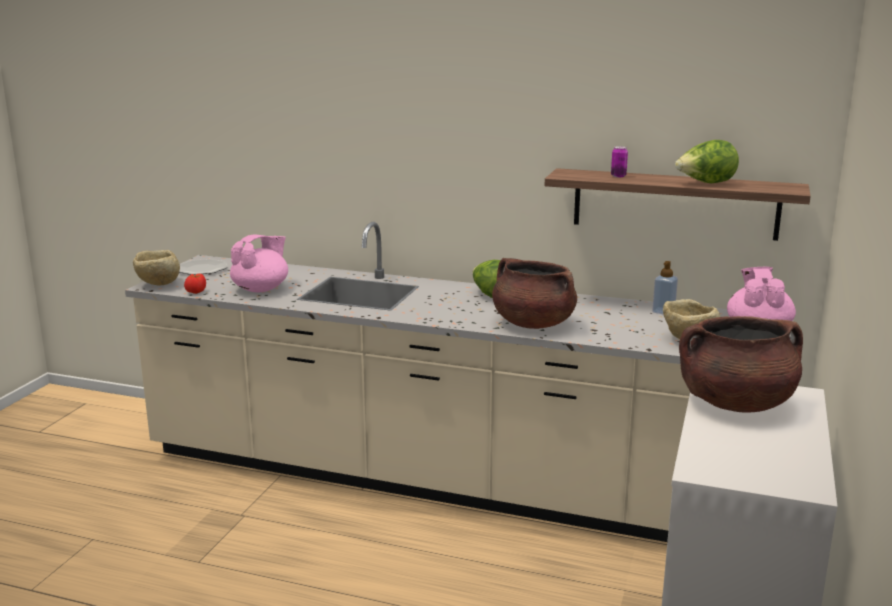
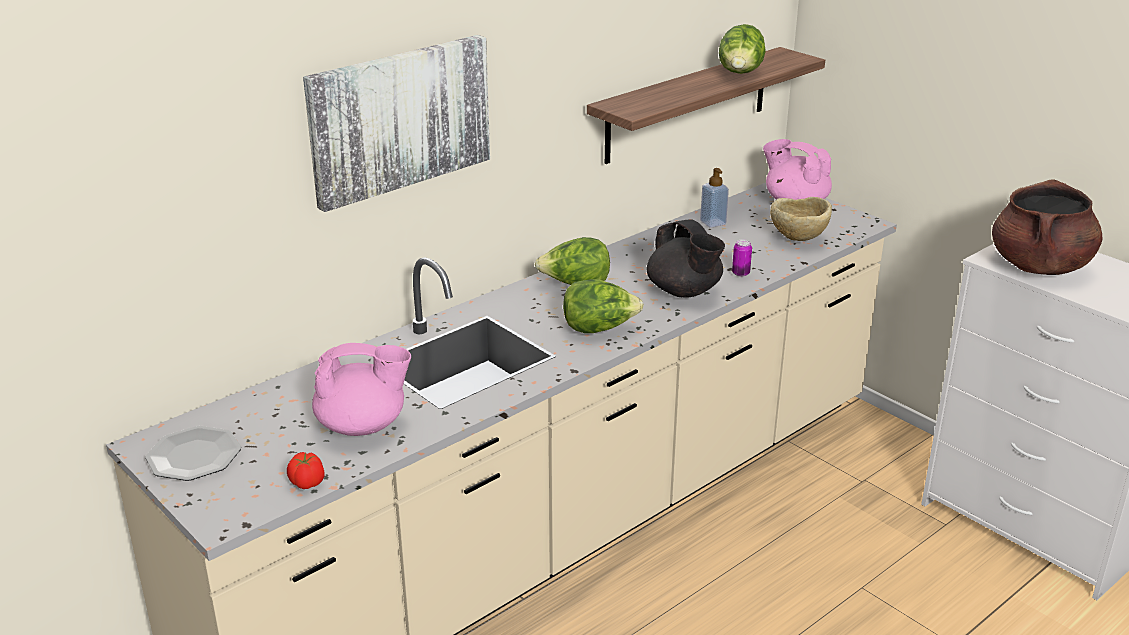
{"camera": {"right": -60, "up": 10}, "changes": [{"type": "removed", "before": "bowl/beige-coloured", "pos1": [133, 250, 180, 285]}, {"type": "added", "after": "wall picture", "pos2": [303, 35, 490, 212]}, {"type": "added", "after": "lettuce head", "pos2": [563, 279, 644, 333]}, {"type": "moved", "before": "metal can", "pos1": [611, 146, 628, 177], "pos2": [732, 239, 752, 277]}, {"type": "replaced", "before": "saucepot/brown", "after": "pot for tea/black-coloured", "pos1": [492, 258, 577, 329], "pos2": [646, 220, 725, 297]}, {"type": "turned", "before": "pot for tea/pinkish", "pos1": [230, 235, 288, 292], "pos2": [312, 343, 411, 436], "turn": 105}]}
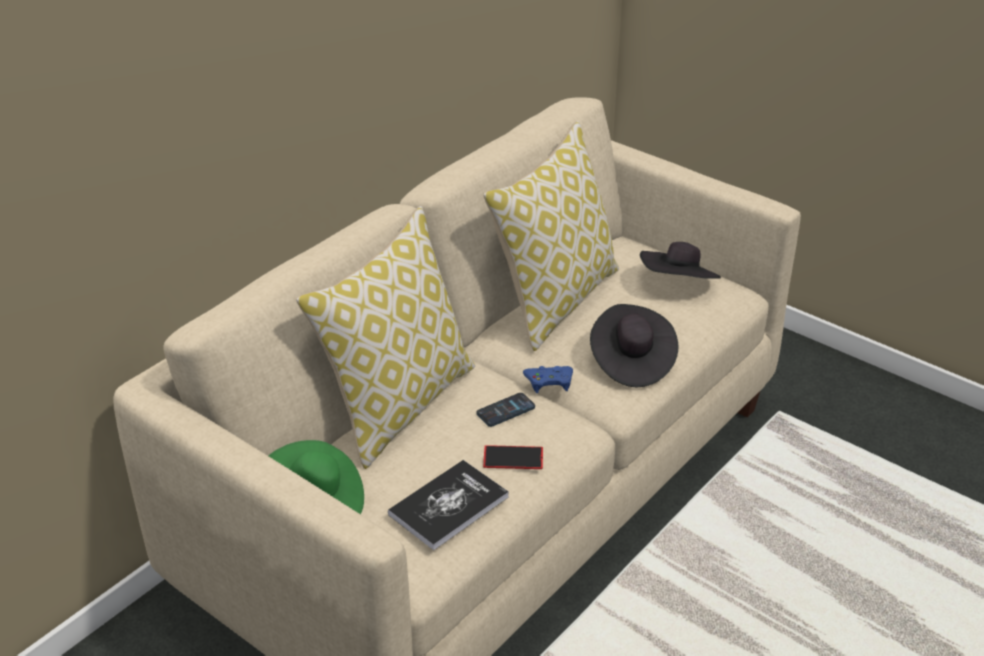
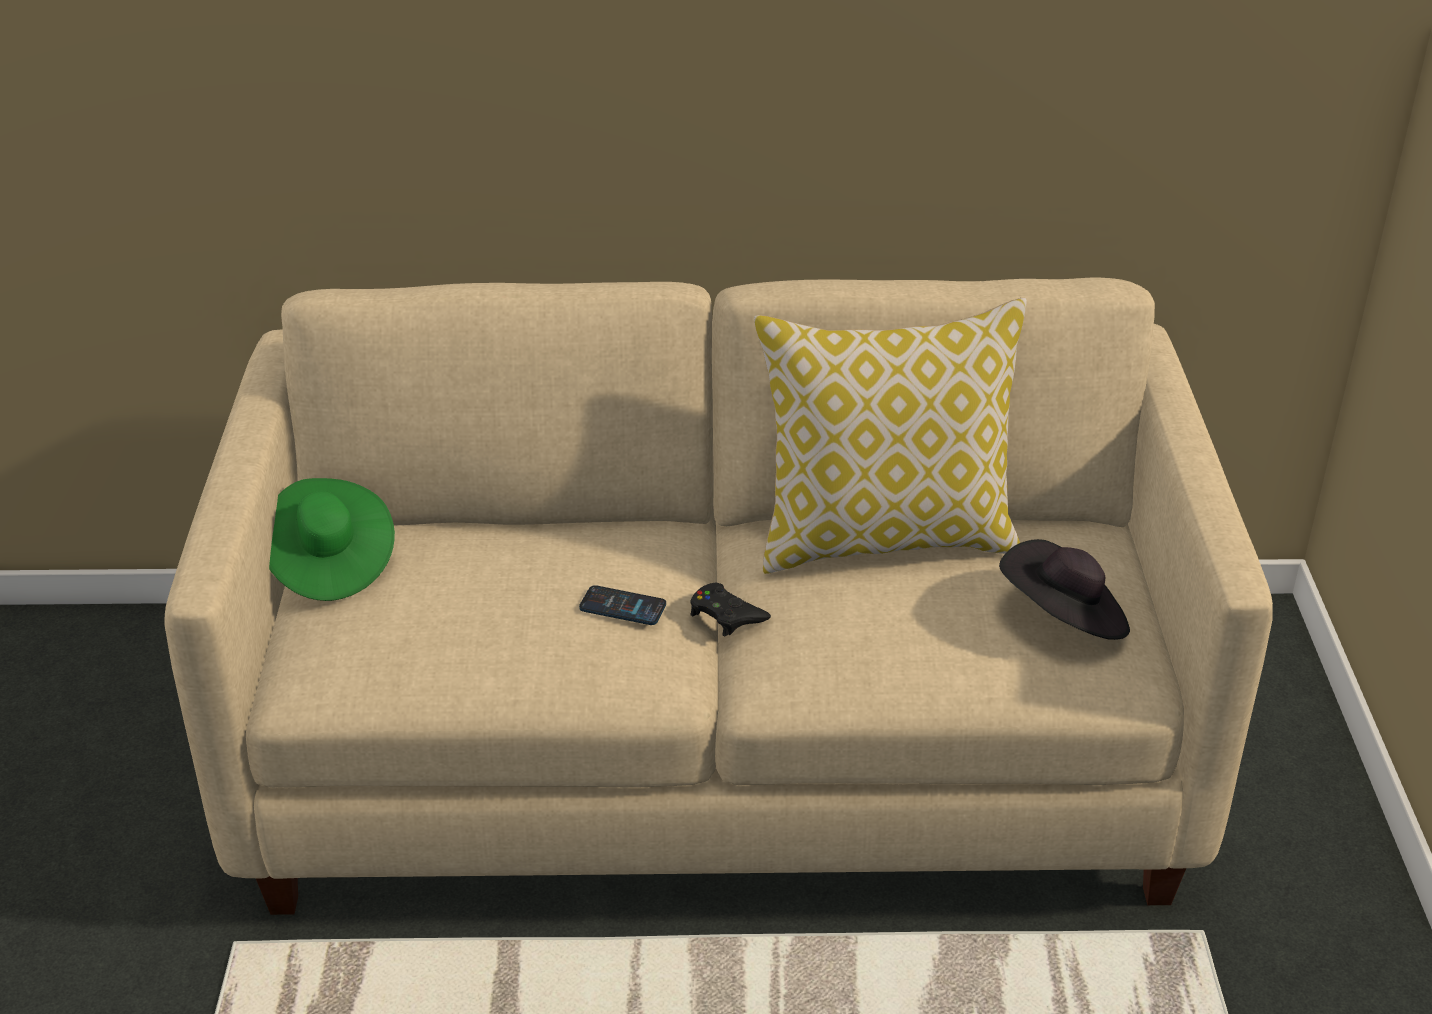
{"camera": {"right": 50, "up": 0}, "changes": [{"type": "removed", "before": "pillow", "pos1": [296, 206, 475, 469]}, {"type": "removed", "before": "book", "pos1": [388, 460, 509, 550]}, {"type": "removed", "before": "phone", "pos1": [483, 445, 543, 469]}, {"type": "removed", "before": "wearable hat/black-coloured", "pos1": [590, 304, 679, 387]}, {"type": "recoloured", "before": "game controller/bluish", "after": "game controller/black-coloured", "pos1": [523, 366, 573, 393], "pos2": [690, 583, 771, 637]}]}
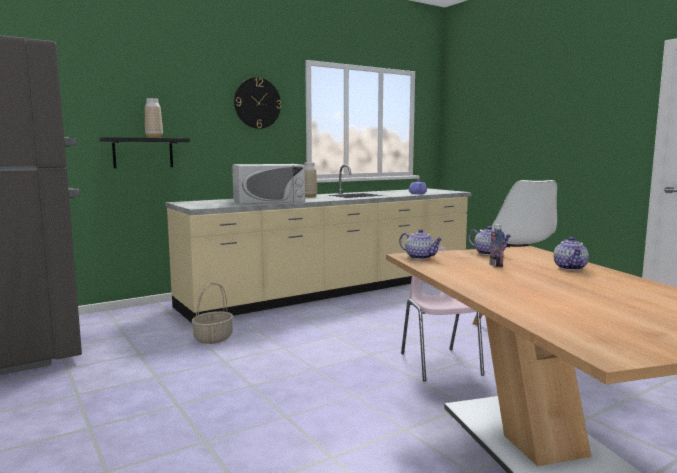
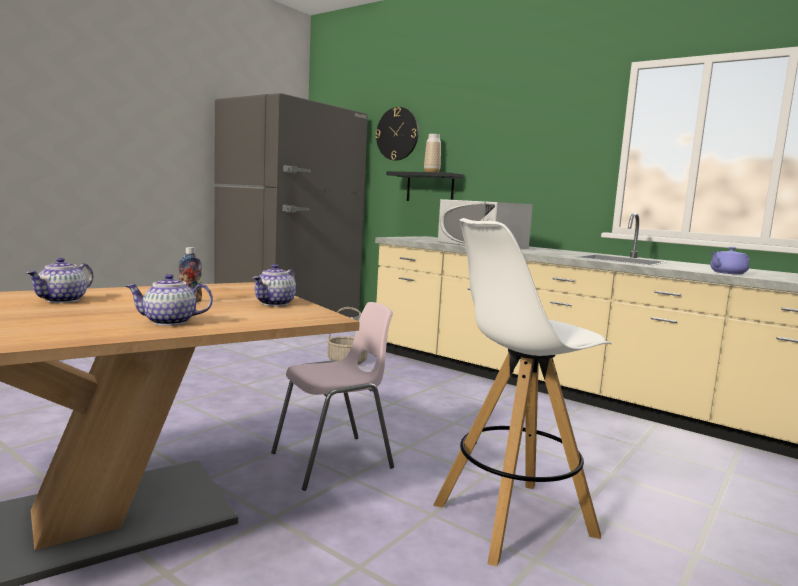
{"camera": {"right": 70, "up": 0}, "changes": [{"type": "removed", "before": "decorative vase", "pos1": [305, 163, 317, 197]}, {"type": "moved", "before": "clock on the wall", "pos1": [234, 77, 281, 129], "pos2": [375, 107, 419, 161]}, {"type": "moved", "before": "pot for tea", "pos1": [399, 229, 443, 260], "pos2": [26, 258, 93, 303]}]}
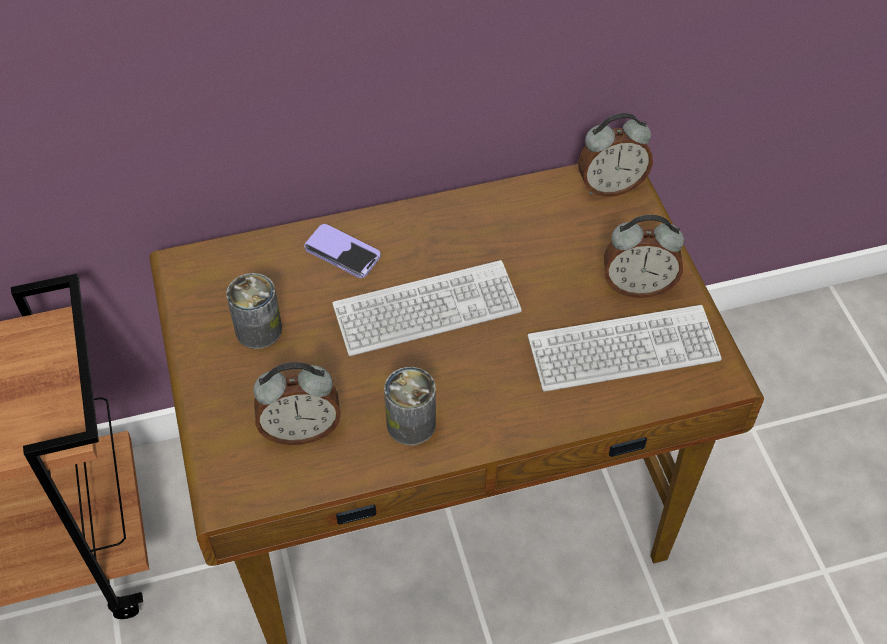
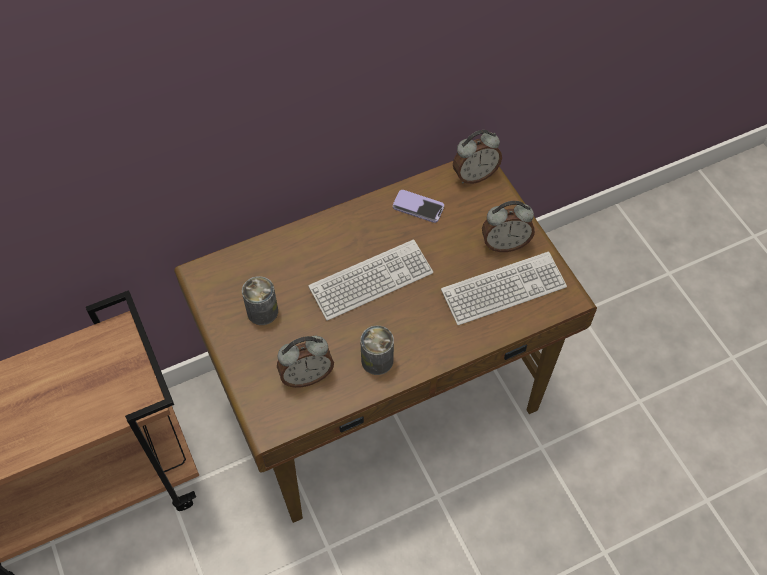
{"camera": {"right": -10, "up": 5}, "changes": [{"type": "moved", "before": "phone", "pos1": [304, 224, 381, 278], "pos2": [393, 190, 444, 223]}]}
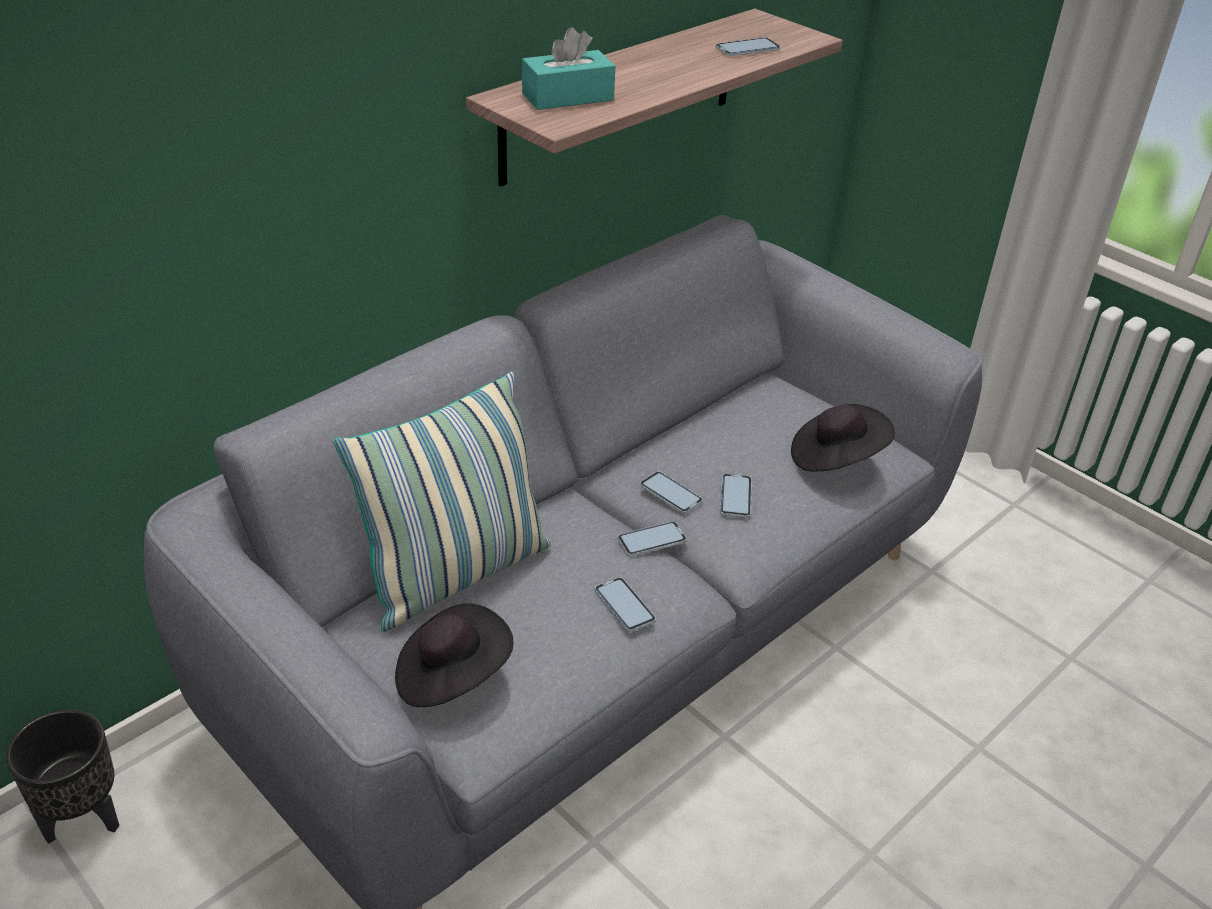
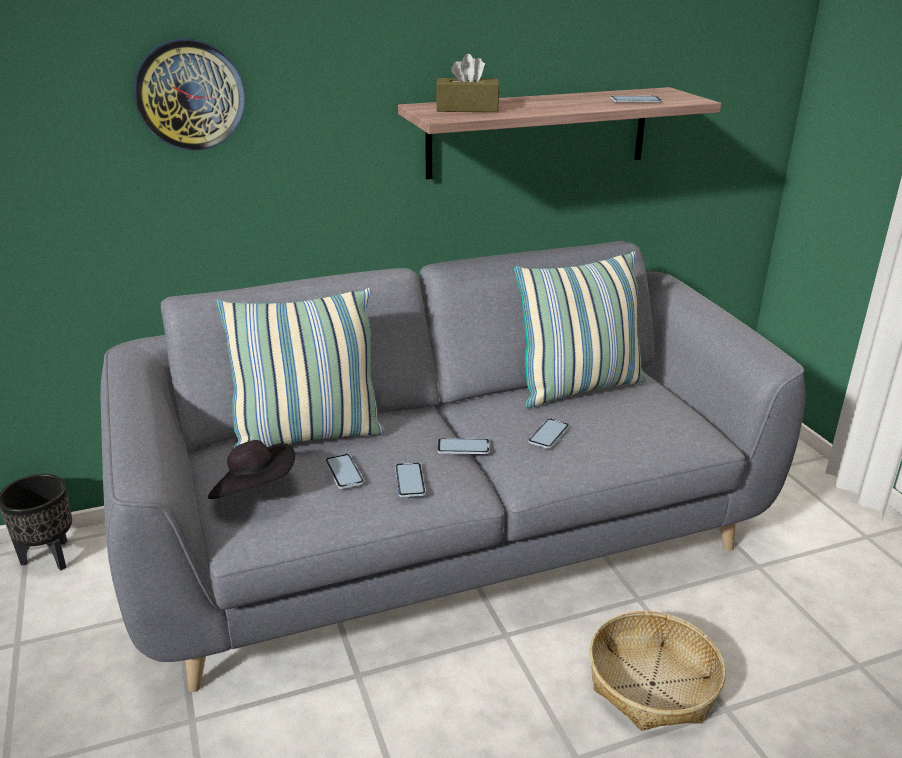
{"camera": {"right": 25, "up": -10}, "changes": [{"type": "removed", "before": "wearable hat/black-coloured", "pos1": [791, 404, 895, 472]}, {"type": "added", "after": "clock on the wall", "pos2": [134, 38, 245, 151]}, {"type": "added", "after": "pillow", "pos2": [514, 251, 647, 408]}, {"type": "added", "after": "storage basket", "pos2": [589, 611, 725, 730]}, {"type": "moved", "before": "phone", "pos1": [640, 471, 703, 514], "pos2": [325, 454, 364, 489]}, {"type": "recoloured", "before": "tissue holder/turquoise-coloured", "after": "tissue holder/brown", "pos1": [522, 27, 615, 110], "pos2": [436, 54, 500, 112]}]}
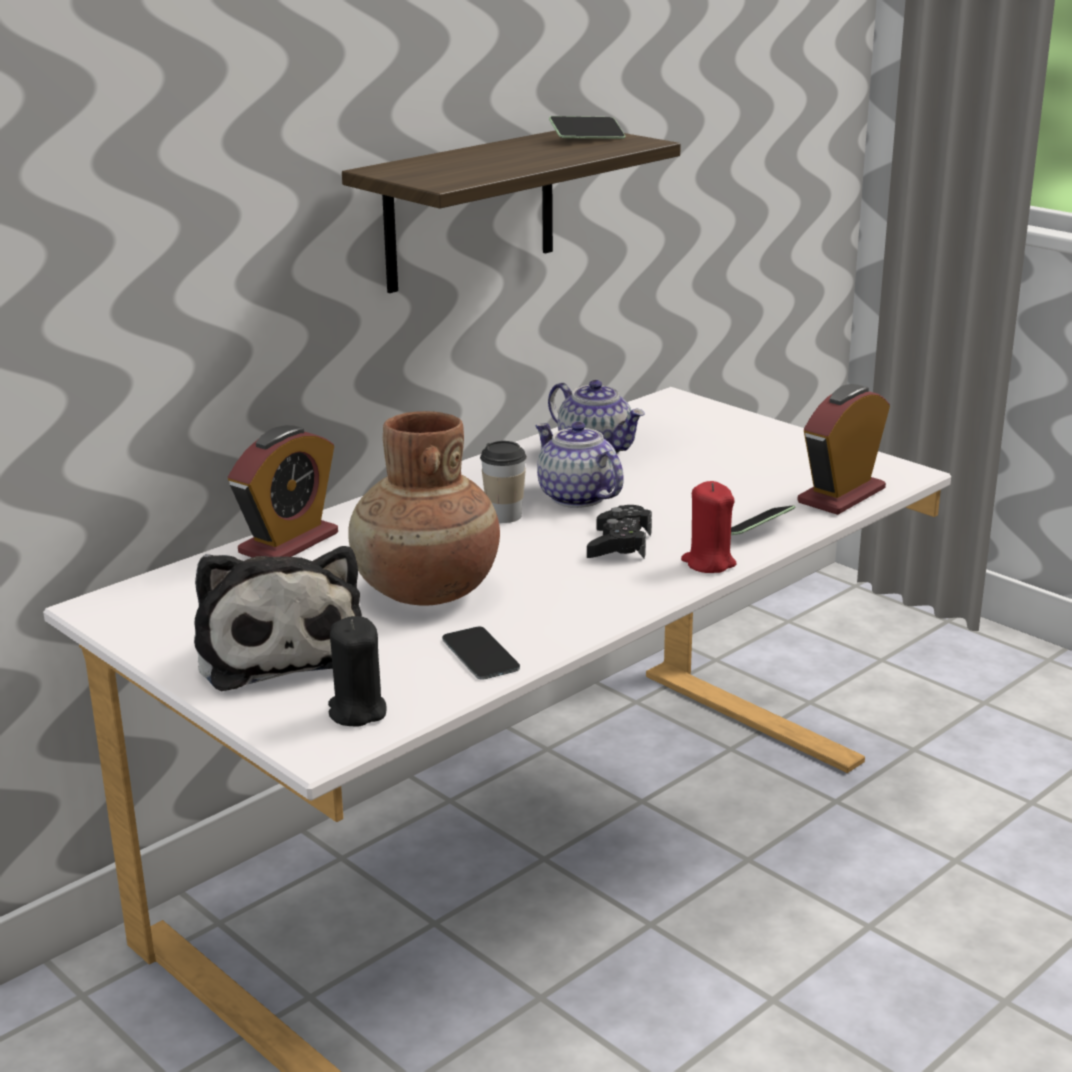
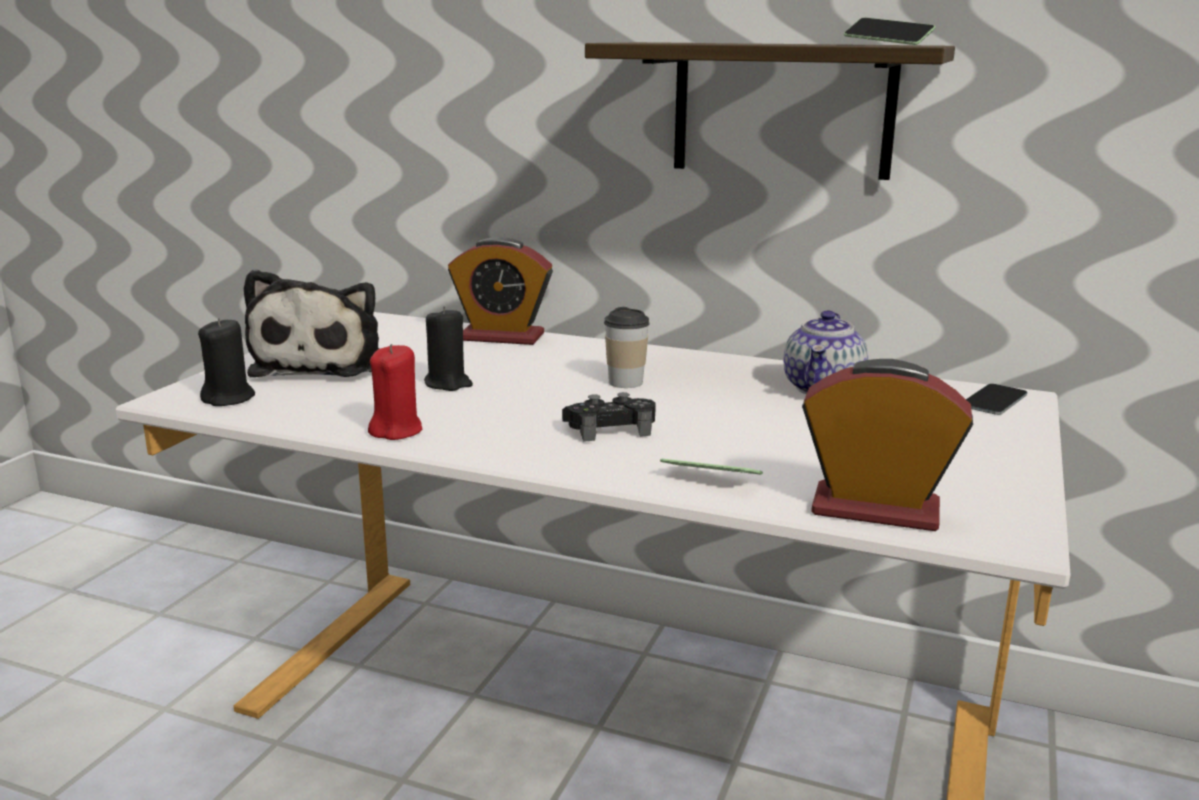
{"camera": {"right": 65, "up": -5}, "changes": [{"type": "removed", "before": "pot for tea", "pos1": [535, 422, 624, 508]}, {"type": "moved", "before": "phone", "pos1": [442, 627, 520, 680], "pos2": [966, 384, 1027, 415]}, {"type": "moved", "before": "candle/reddish", "pos1": [681, 481, 736, 573], "pos2": [368, 344, 422, 440]}, {"type": "replaced", "before": "decorative vase/brown", "after": "candle/black-coloured", "pos1": [348, 411, 500, 606], "pos2": [424, 306, 473, 391]}, {"type": "turned", "before": "plush toy", "pos1": [194, 546, 362, 691], "pos2": [244, 269, 380, 377], "turn": -45}]}
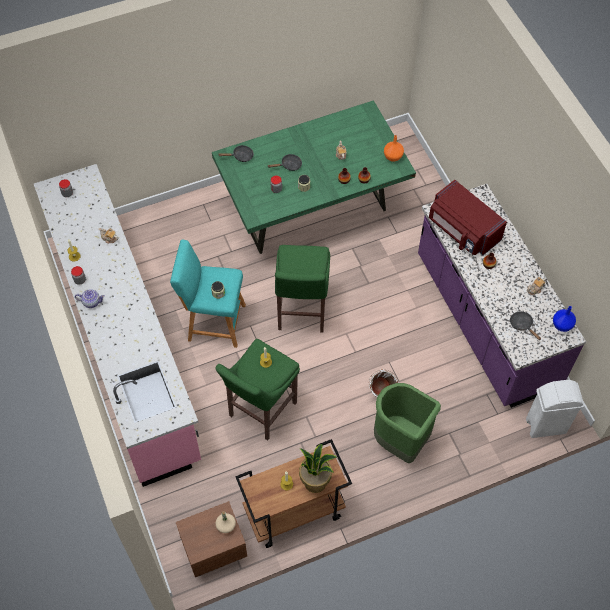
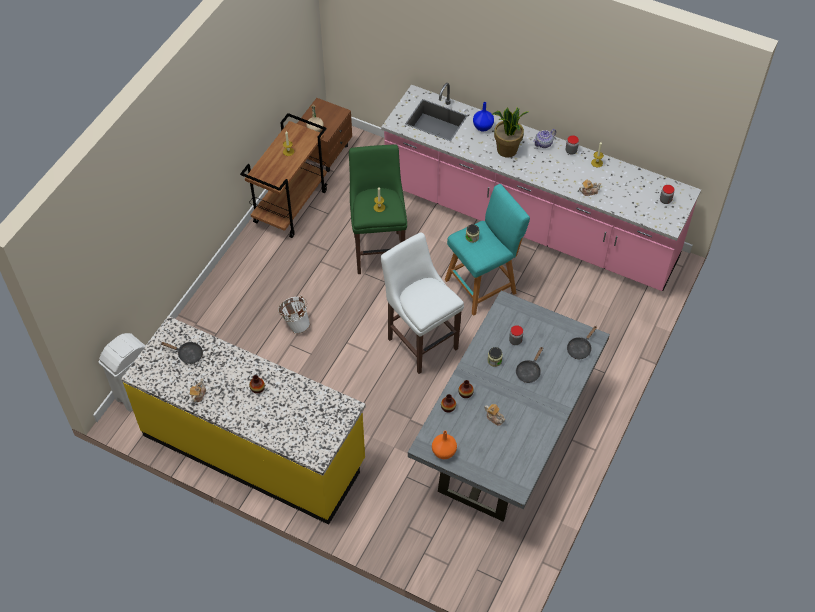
{"camera": {"right": 140, "up": -5}, "changes": [{"type": "removed", "before": "rubbish bin/green", "pos1": [374, 383, 441, 463]}, {"type": "removed", "before": "kitchen microwave/reddish", "pos1": [429, 180, 507, 255]}, {"type": "moved", "before": "plant in a pot", "pos1": [299, 444, 337, 493], "pos2": [491, 107, 528, 157]}, {"type": "moved", "before": "decorative vase/bluish", "pos1": [553, 306, 576, 332], "pos2": [473, 102, 494, 131]}, {"type": "recoloured", "before": "dinner table/green", "after": "dinner table/gray", "pos1": [212, 100, 416, 254], "pos2": [408, 290, 610, 522]}, {"type": "recoloured", "before": "stool/green", "after": "stool/white-coloured", "pos1": [275, 245, 330, 332], "pos2": [381, 232, 464, 374]}, {"type": "recoloured", "before": "kitchen counter/purplish", "after": "kitchen counter/yellow-coloured", "pos1": [418, 184, 586, 408], "pos2": [121, 316, 366, 525]}]}
